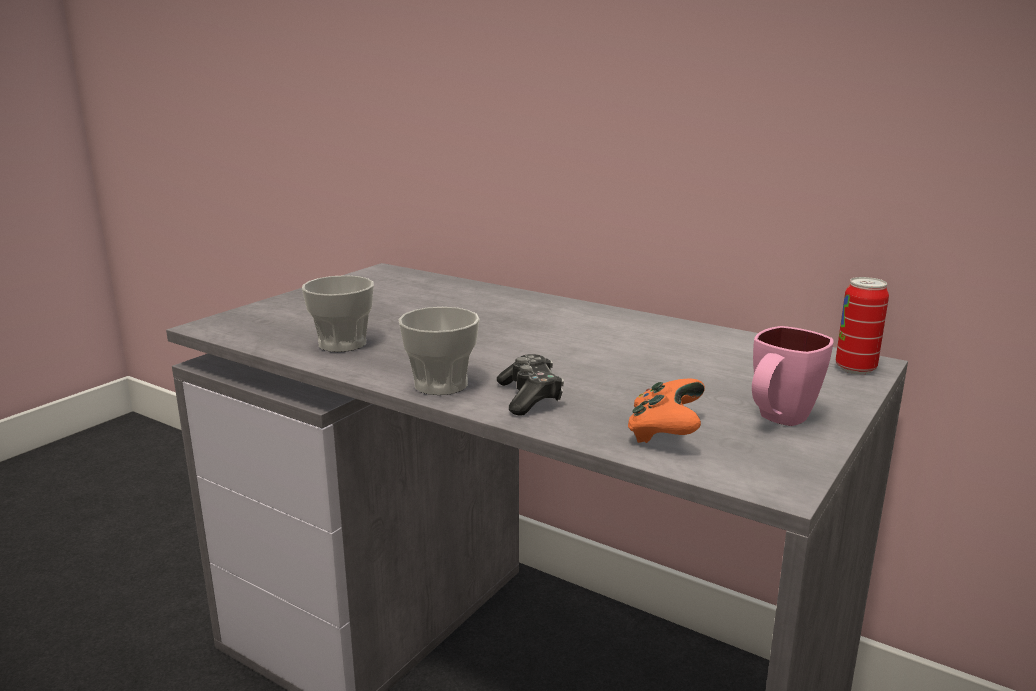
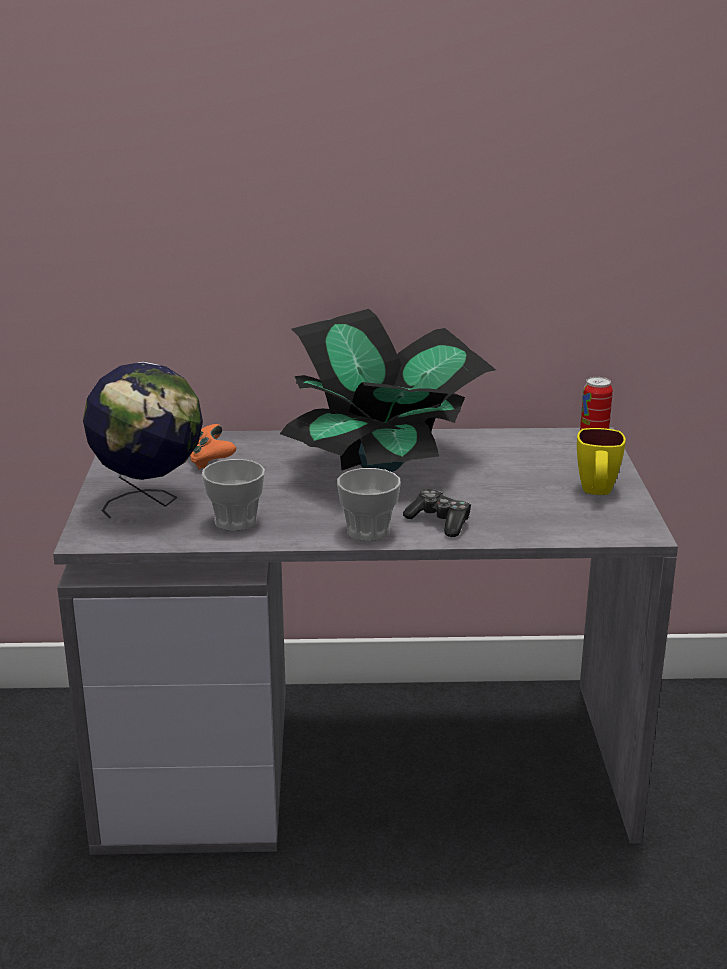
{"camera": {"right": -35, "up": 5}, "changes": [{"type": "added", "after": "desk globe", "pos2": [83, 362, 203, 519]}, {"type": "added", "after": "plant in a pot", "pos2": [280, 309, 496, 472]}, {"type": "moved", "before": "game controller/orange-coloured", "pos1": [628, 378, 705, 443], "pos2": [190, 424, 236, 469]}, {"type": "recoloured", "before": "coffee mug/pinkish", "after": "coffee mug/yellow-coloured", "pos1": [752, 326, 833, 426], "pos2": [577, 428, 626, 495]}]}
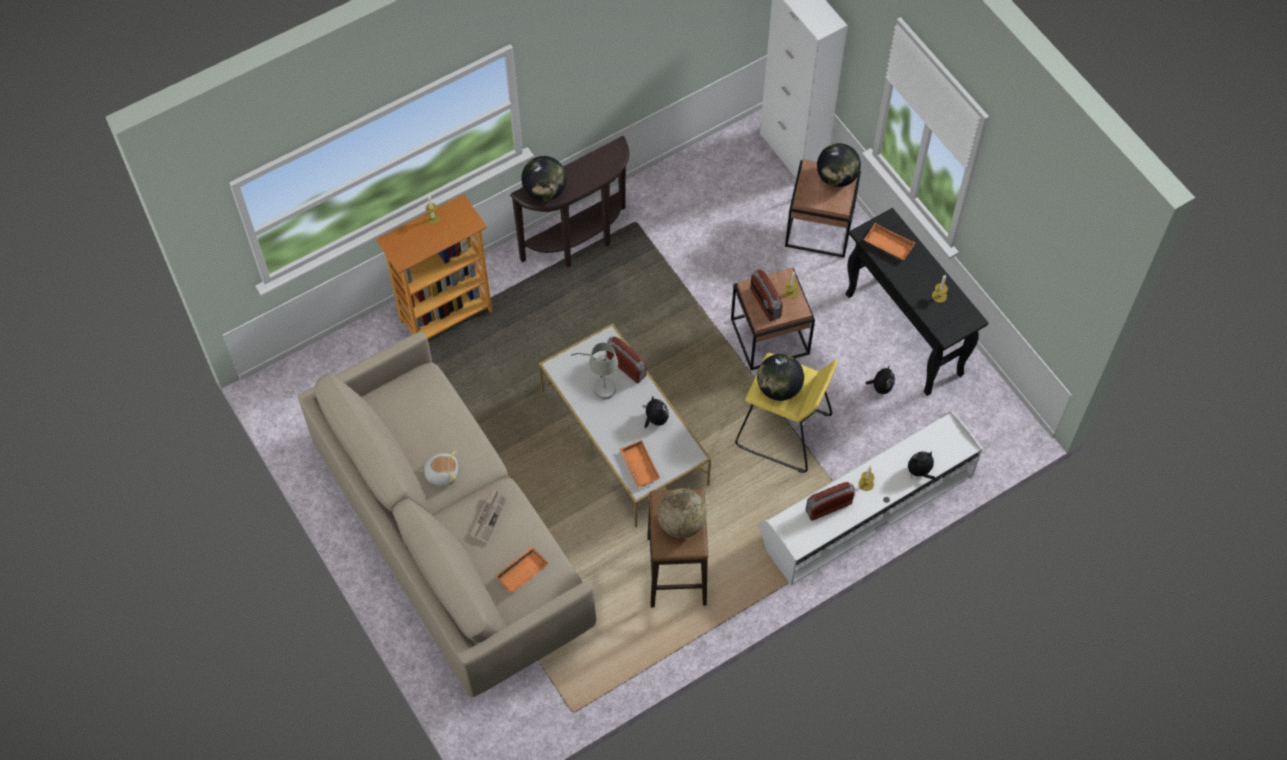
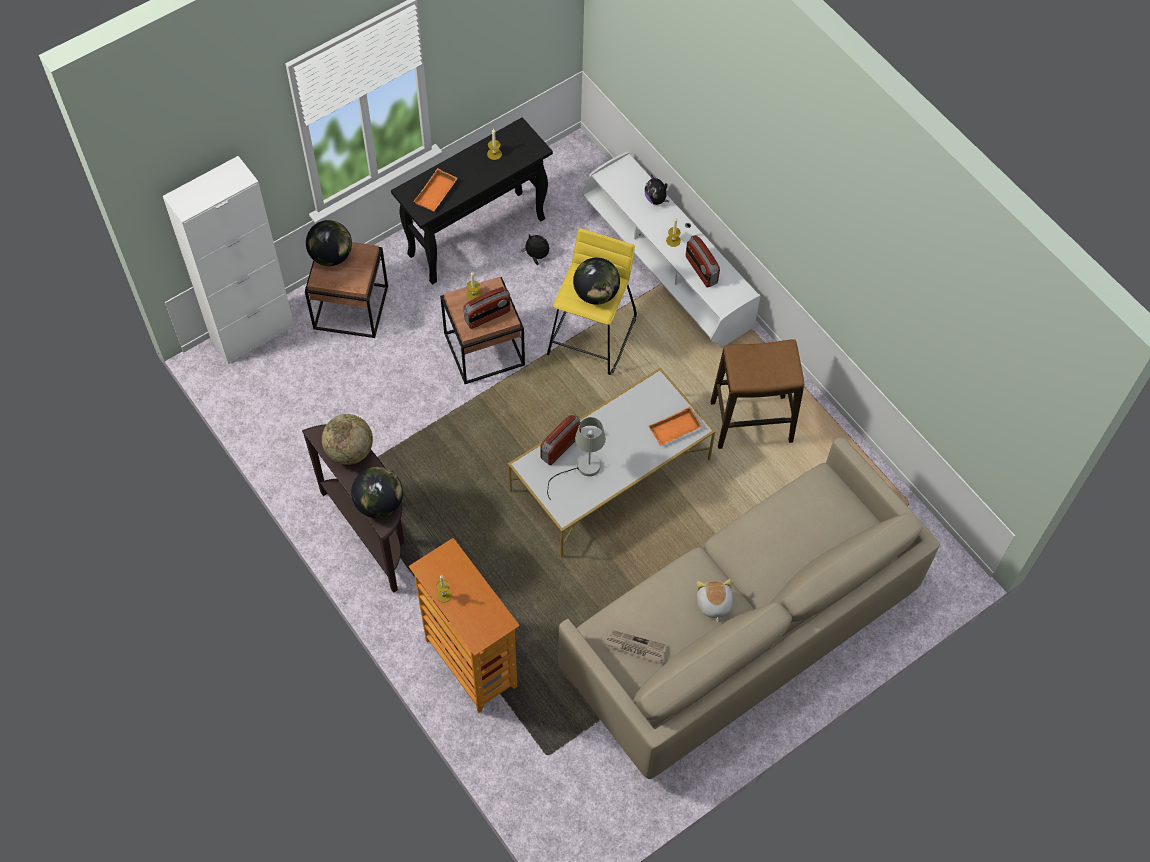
{"camera": {"right": -95, "up": 0}, "changes": [{"type": "removed", "before": "carrying tray/orange-coloured", "pos1": [495, 546, 549, 593]}, {"type": "removed", "before": "plush toy", "pos1": [643, 396, 669, 428]}, {"type": "moved", "before": "newspaper", "pos1": [470, 489, 507, 544], "pos2": [605, 630, 668, 663]}, {"type": "moved", "before": "desk globe", "pos1": [657, 489, 707, 538], "pos2": [322, 414, 373, 465]}]}
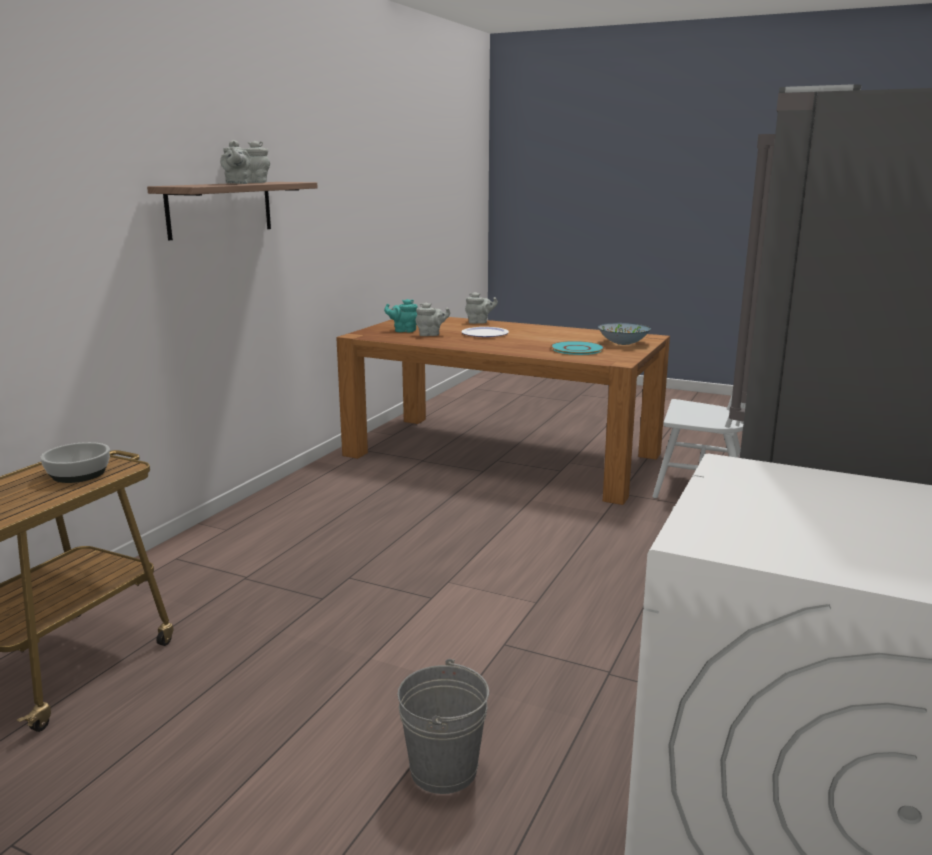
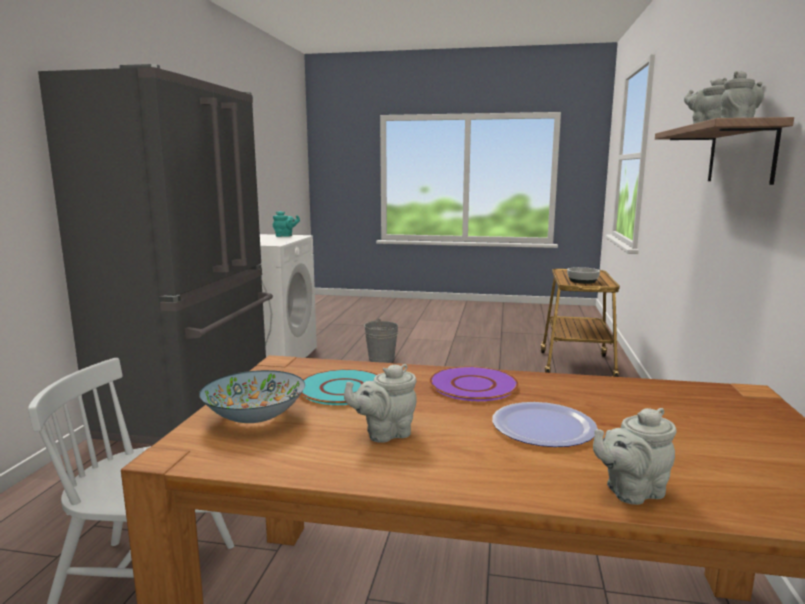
{"camera": {"right": 165, "up": -5}, "changes": [{"type": "added", "after": "flat dish/purplish", "pos2": [429, 366, 519, 401]}, {"type": "moved", "before": "pot for tea/turquoise-coloured", "pos1": [384, 299, 418, 333], "pos2": [273, 211, 300, 237]}, {"type": "moved", "before": "pot for tea/gray", "pos1": [415, 302, 450, 336], "pos2": [344, 364, 416, 443]}]}
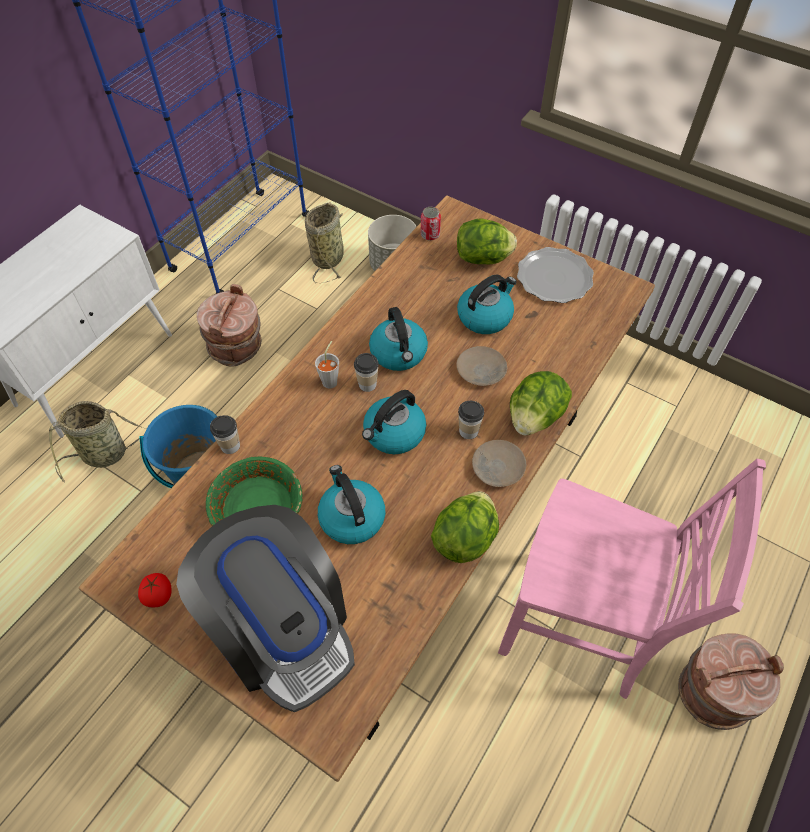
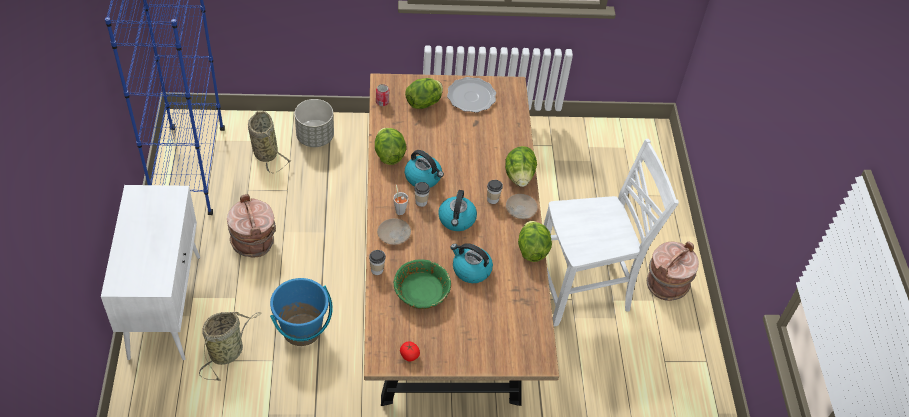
{"camera": {"right": -40, "up": -5}, "changes": [{"type": "removed", "before": "coffee brewer", "pos1": [176, 505, 355, 712]}, {"type": "removed", "before": "tea kettle", "pos1": [457, 275, 517, 334]}, {"type": "added", "after": "lettuce head", "pos2": [375, 128, 407, 165]}, {"type": "moved", "before": "flat dish/beige-coloured", "pos1": [456, 346, 507, 386], "pos2": [377, 218, 411, 245]}, {"type": "recoloured", "before": "chair/pinkish", "after": "chair/white-coloured", "pos1": [498, 459, 766, 699], "pos2": [544, 139, 679, 326]}]}
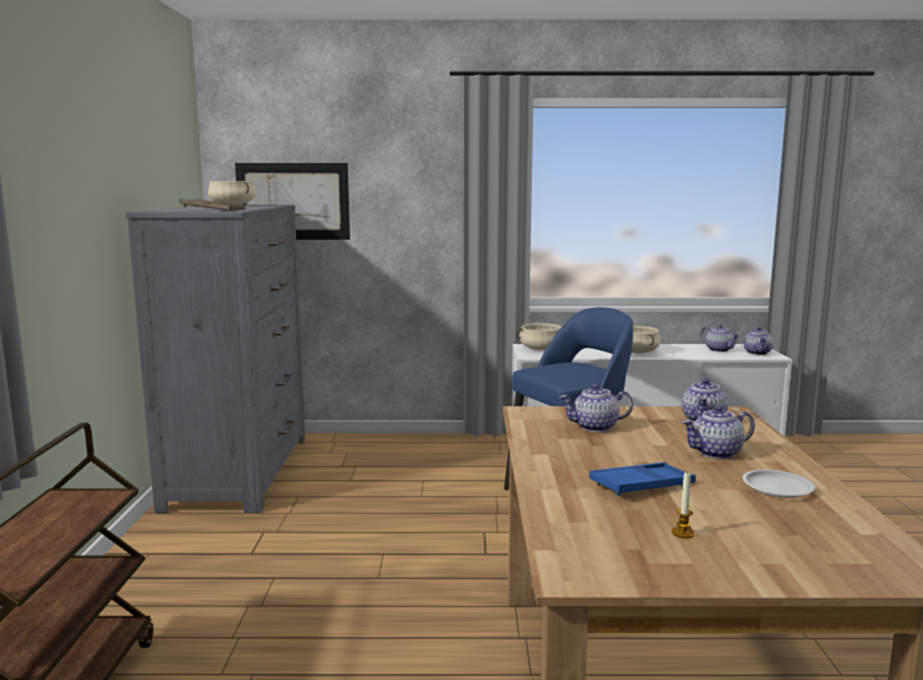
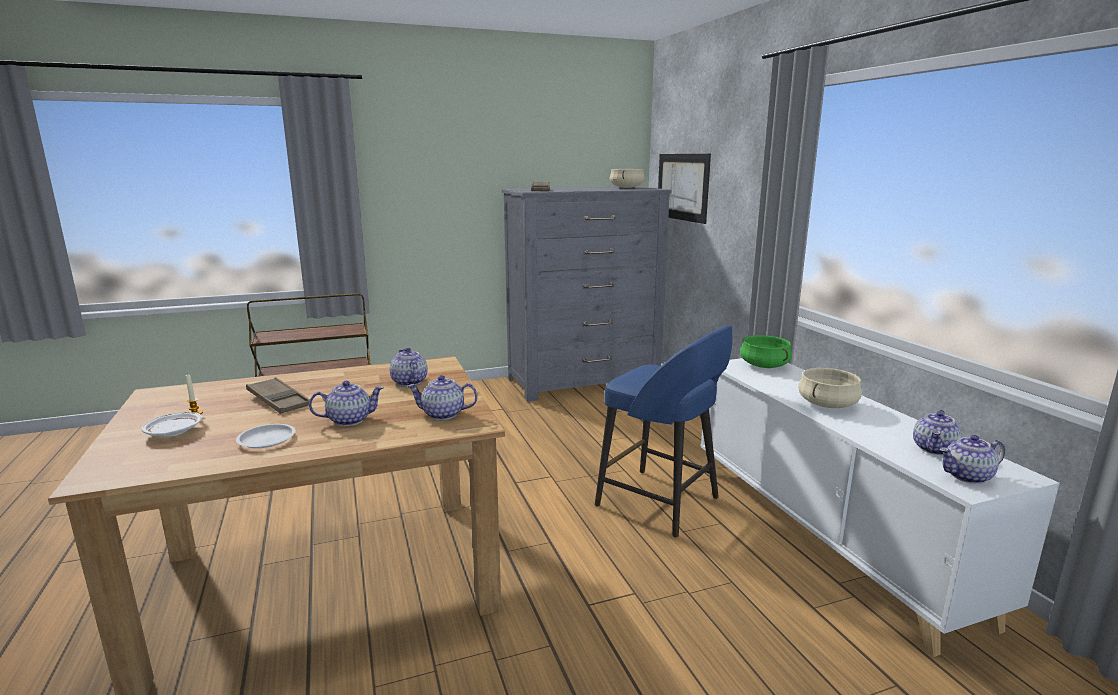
{"camera": {"right": 70, "up": 5}, "changes": [{"type": "added", "after": "flat dish/white-coloured", "pos2": [141, 412, 202, 437]}, {"type": "recoloured", "before": "saucepot/beige-coloured", "after": "saucepot/green", "pos1": [516, 323, 561, 350], "pos2": [740, 335, 792, 368]}, {"type": "recoloured", "before": "carrying tray/bluish", "after": "carrying tray/brown", "pos1": [589, 462, 696, 496], "pos2": [246, 377, 310, 414]}, {"type": "turned", "before": "pot for tea", "pos1": [682, 405, 755, 459], "pos2": [309, 381, 384, 426], "turn": 105}]}
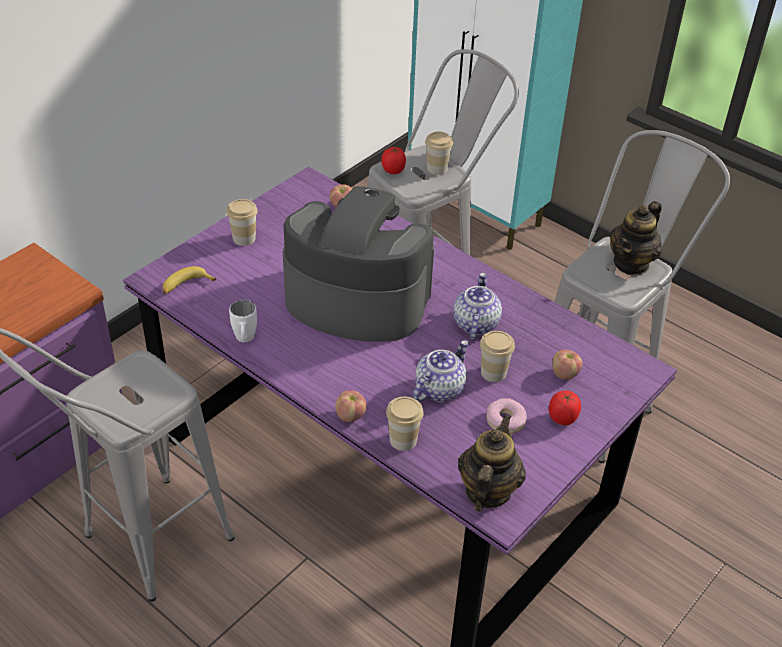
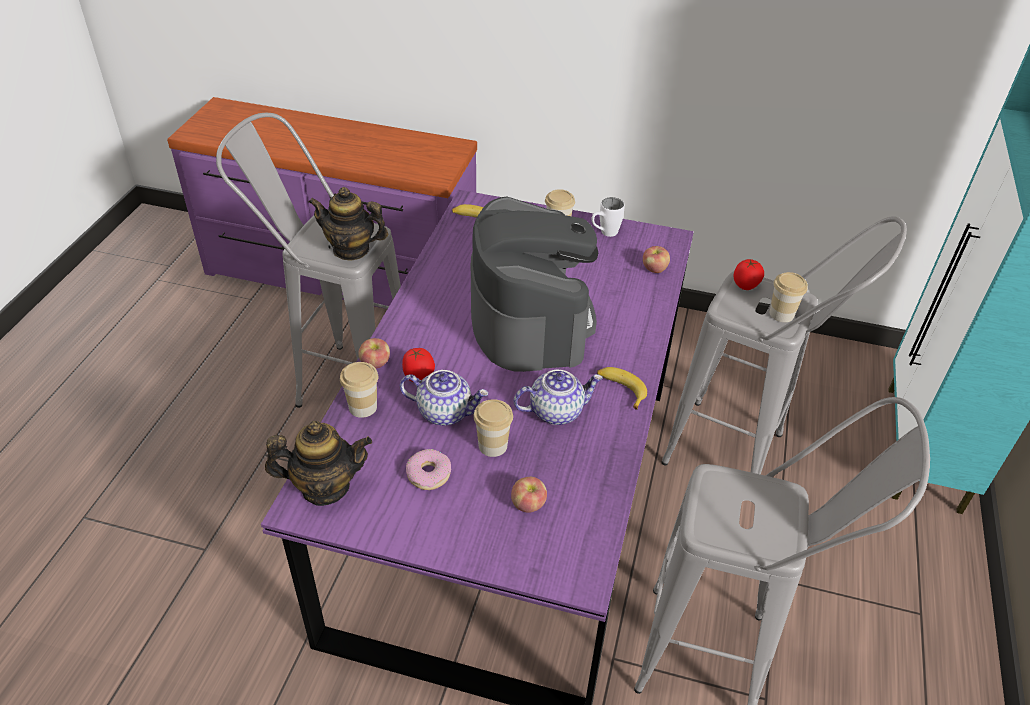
{"camera": {"right": 65, "up": 0}, "changes": [{"type": "added", "after": "whole banana", "pos2": [597, 367, 647, 410]}, {"type": "moved", "before": "coffee mug/white-coloured", "pos1": [229, 300, 257, 342], "pos2": [591, 197, 625, 237]}, {"type": "moved", "before": "whole tomato", "pos1": [549, 391, 581, 425], "pos2": [402, 348, 435, 382]}, {"type": "moved", "before": "pot for tea", "pos1": [610, 201, 662, 276], "pos2": [308, 187, 388, 261]}]}
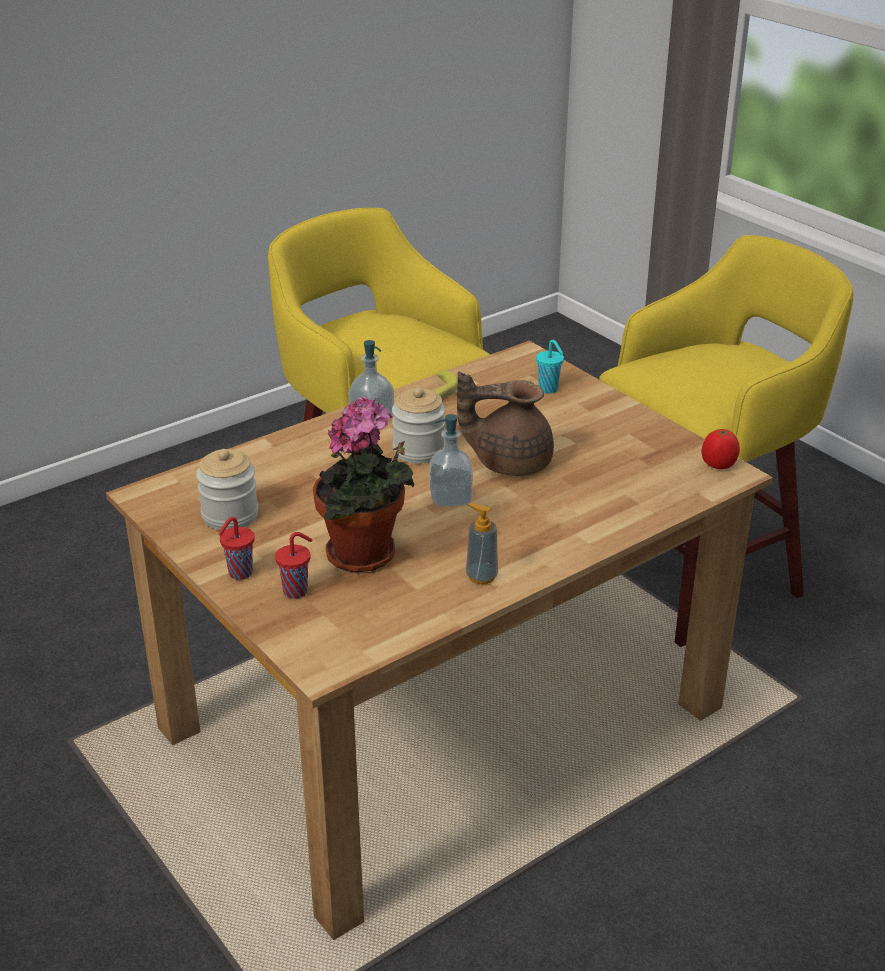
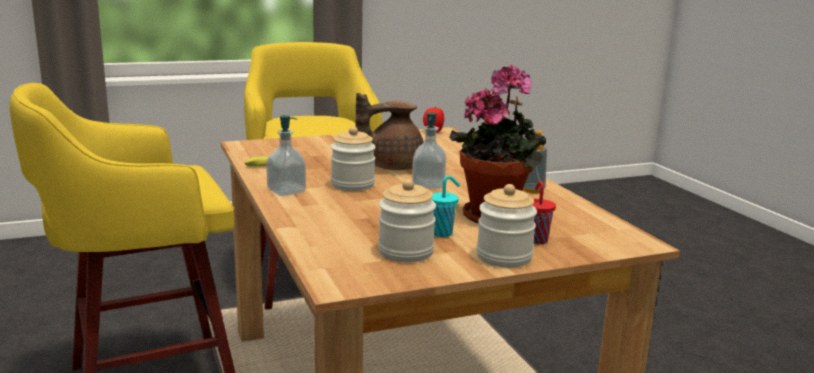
{"camera": {"right": -75, "up": -15}, "changes": [{"type": "moved", "before": "cup/turquoise-coloured", "pos1": [536, 340, 564, 394], "pos2": [431, 175, 460, 237]}, {"type": "replaced", "before": "cup/reddish", "after": "preserve jar", "pos1": [218, 517, 255, 580], "pos2": [477, 184, 537, 268]}, {"type": "turned", "before": "pot for tea/brown", "pos1": [457, 371, 554, 476], "pos2": [355, 93, 424, 170], "turn": 45}]}
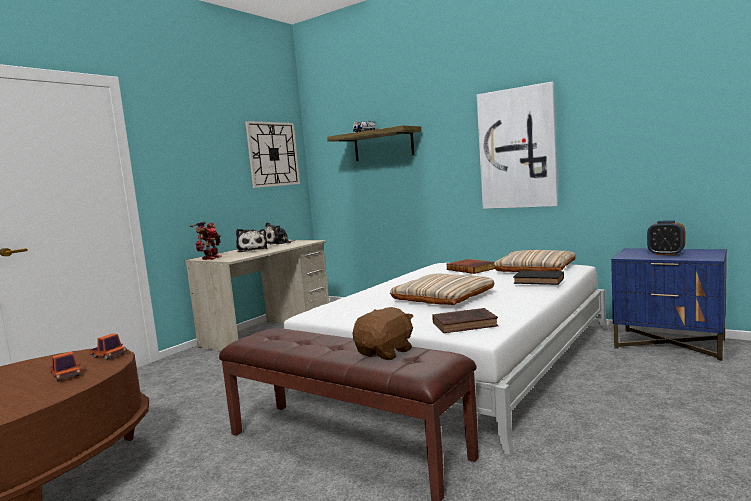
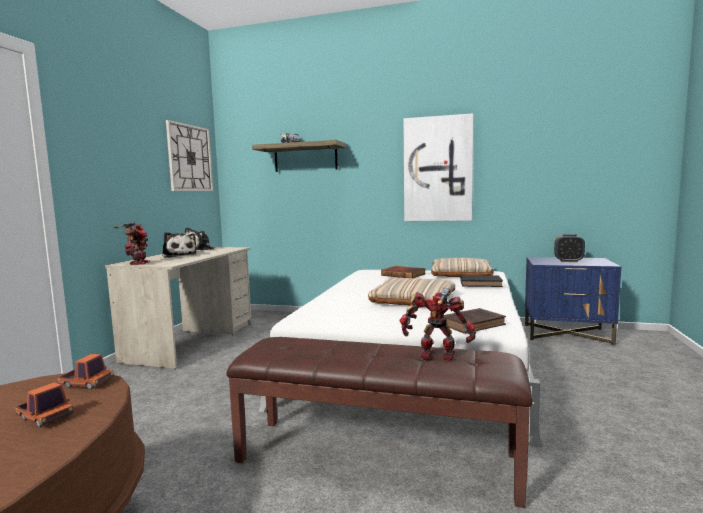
{"camera": {"right": -20, "up": 0}, "changes": [{"type": "replaced", "before": "plush toy/brown", "after": "robot figure", "pos1": [353, 307, 414, 360], "pos2": [400, 288, 476, 361]}]}
